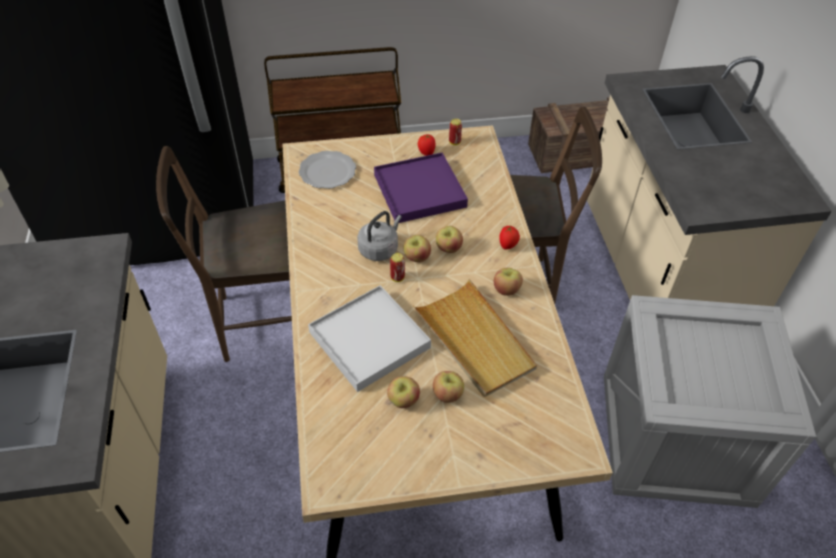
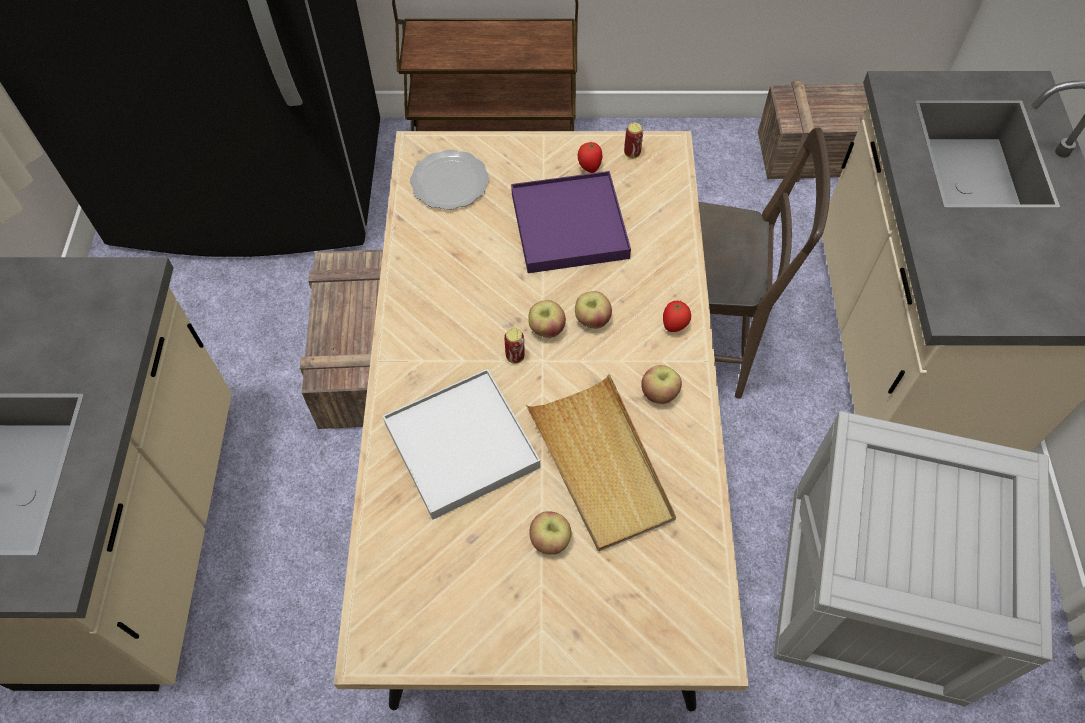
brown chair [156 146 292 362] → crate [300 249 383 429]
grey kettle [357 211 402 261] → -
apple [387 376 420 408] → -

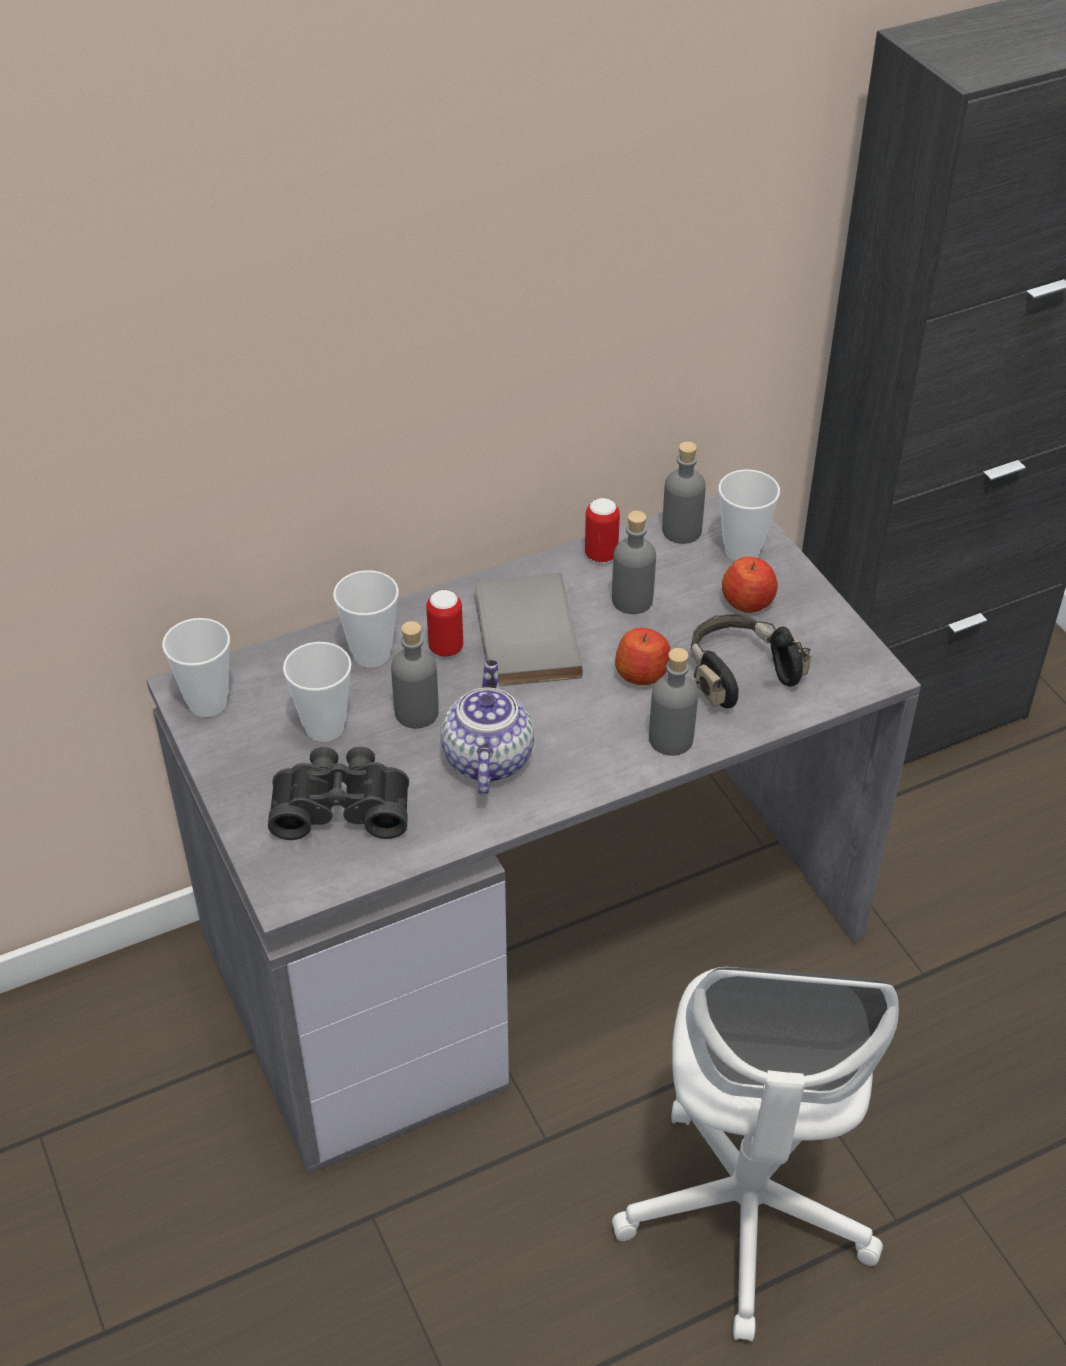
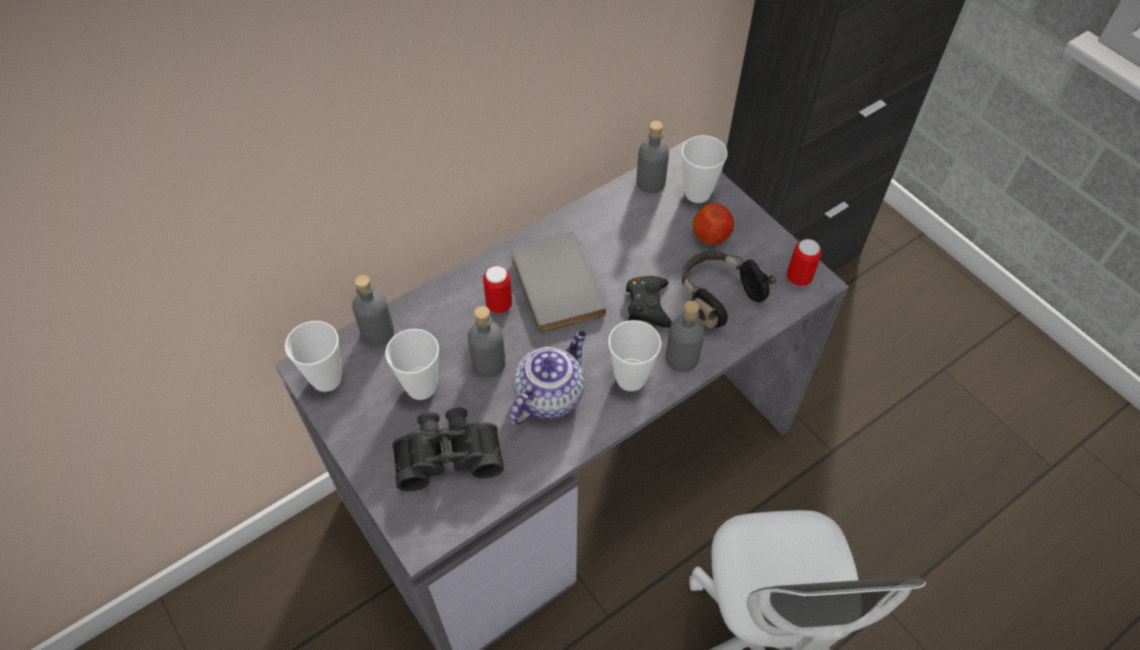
cup [333 570 399 668] → cup [608 320 661 391], relocated
teapot [441 660 534 795] → teapot [509 330 587 425], 45 degrees clockwise
can [585 498 620 563] → can [787 239 822 287], relocated
grey bottle [612 511 656 614] → grey bottle [352 275 394 346], relocated
apple [615 628 671 685] → black game controller [626 276 672 328]

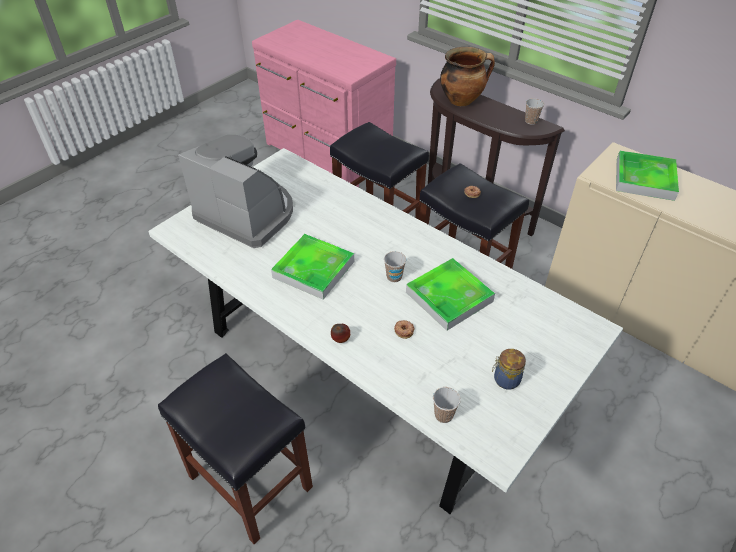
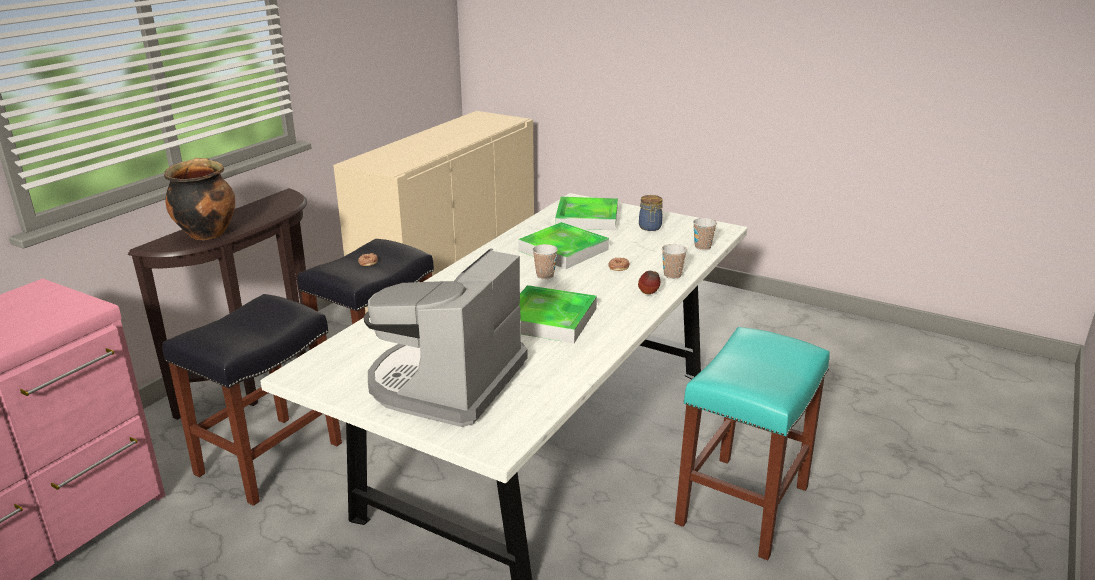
black stool [158 353 313 544] → turquoise stool [675 327 830 560]
cup [525 99 544 125] → cup [662 244 687 279], relocated
tray [616 151 679 201] → tray [555 197 618 230], relocated

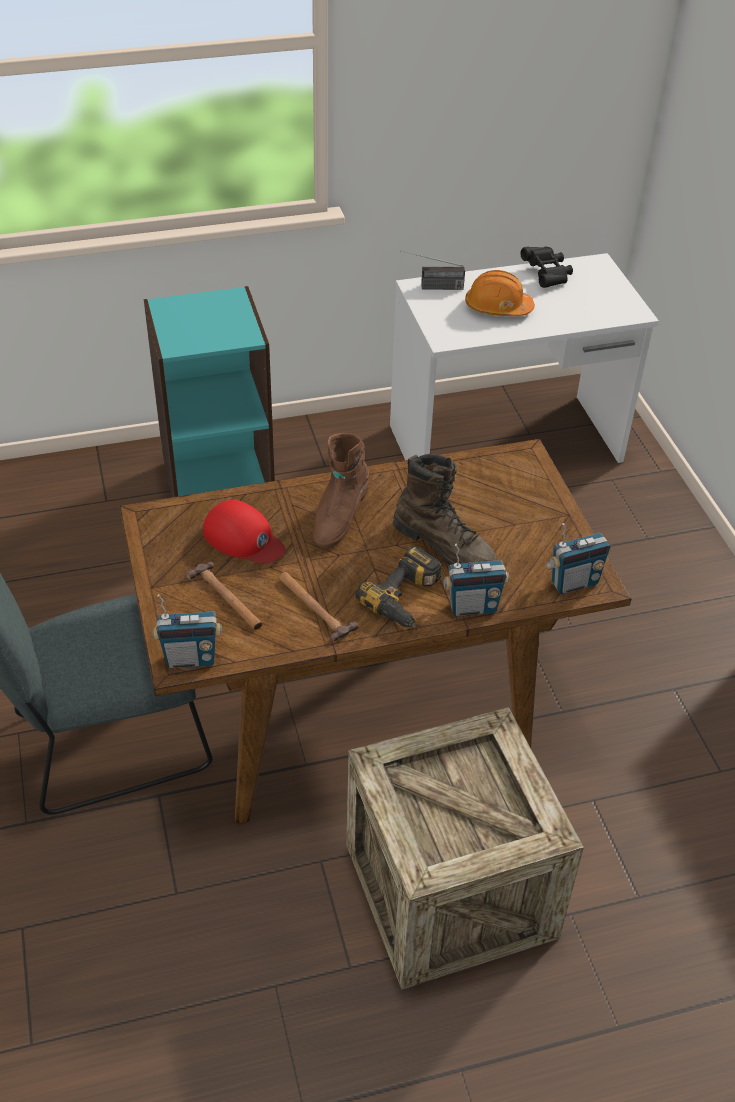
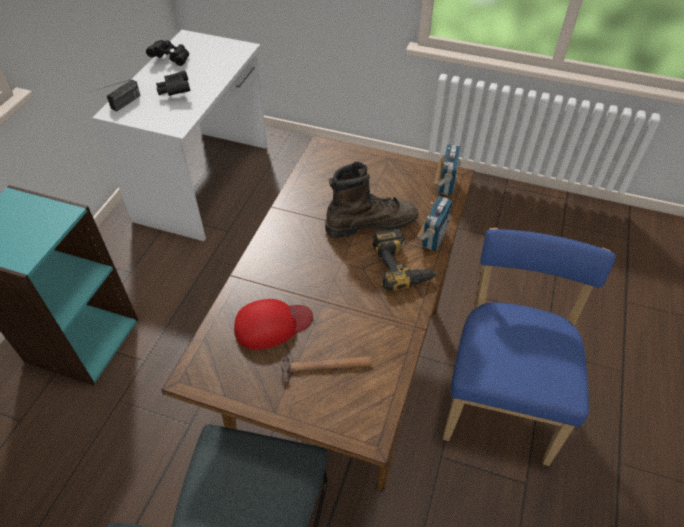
radio [152 594 222 668] → -
hammer [279 572 358 641] → -
brown boot [313 433 369 549] → -
crate [346 707 584 990] → blue chair [443 228 616 466]
orange hard hat [465 270 535 316] → black binoculars [156 70 190 96]

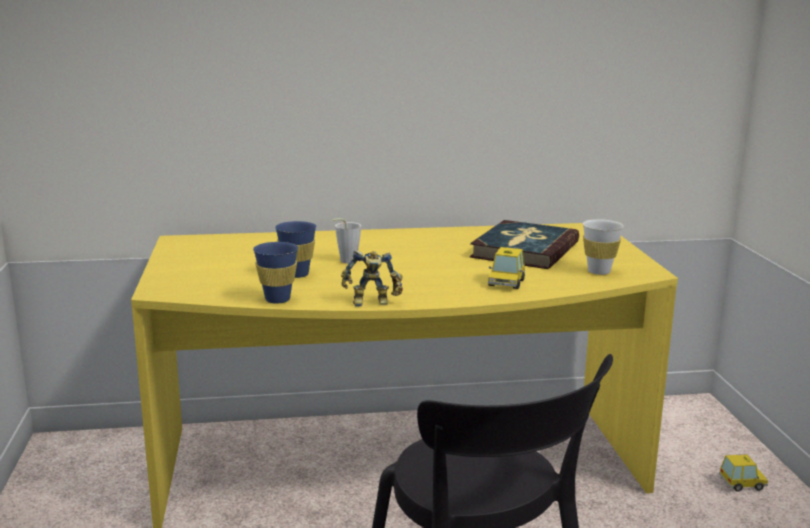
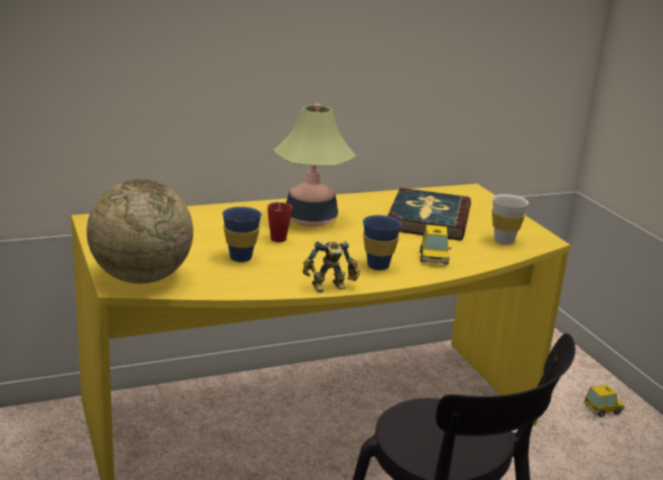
blue cup [253 242 298 304] → blue cup [363 215 402 270], relocated
grey cup [331 218 361 263] → red cup [267 201 292 242]
- → globe [87 179 193 284]
- → table lamp [274 104 356 226]

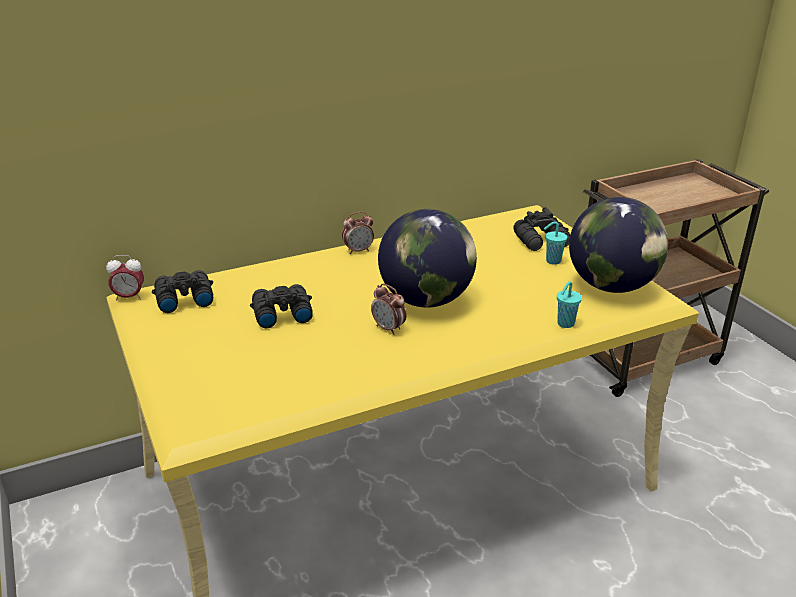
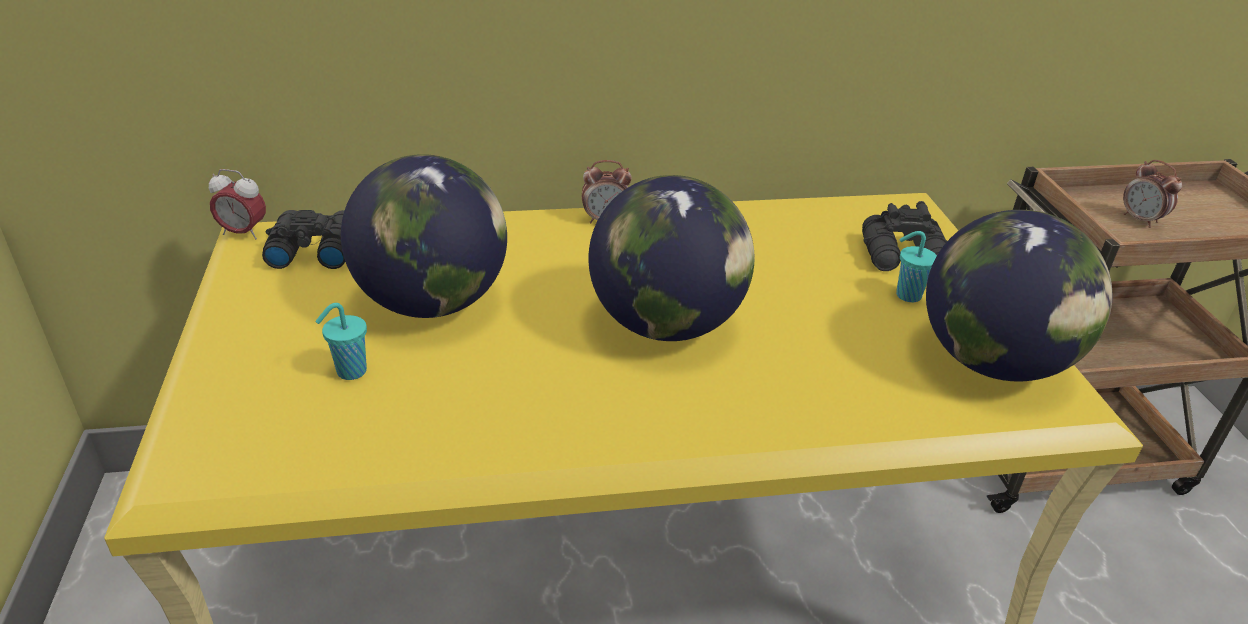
black binoculars [250 284 313 328] → globe [341 154 507 318]
alarm clock [371 284 407 335] → alarm clock [1123 160 1182 228], relocated
turquoise cup [557 281 582 328] → turquoise cup [315 303 367 380], relocated

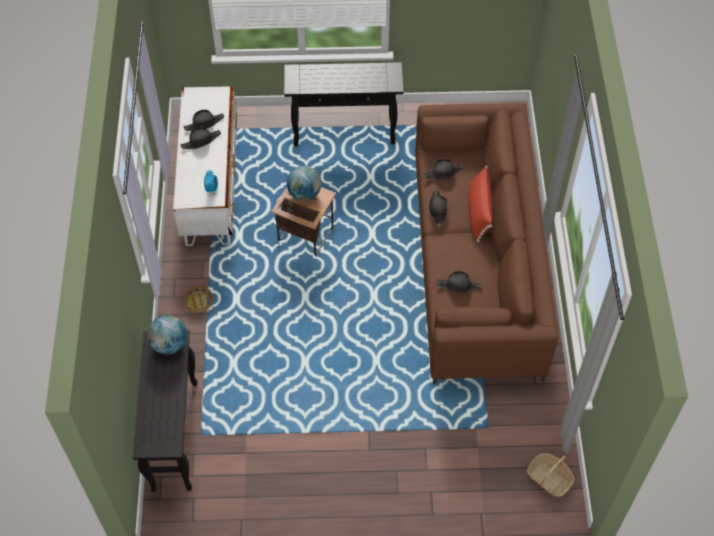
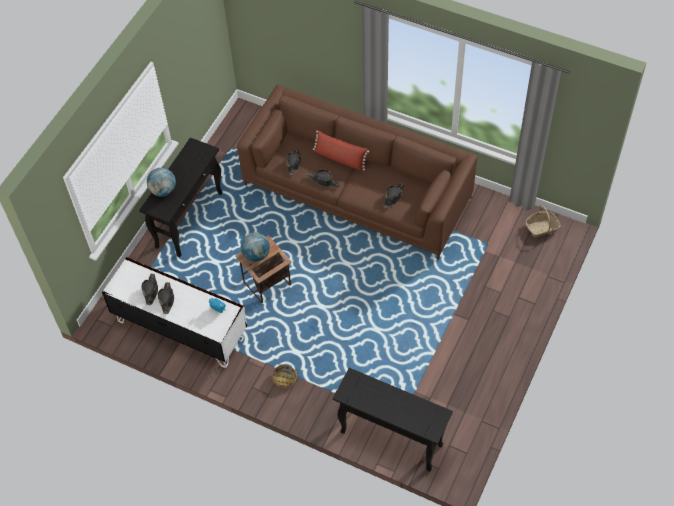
globe [147 315 187 355] → globe [147 168 176 196], relocated

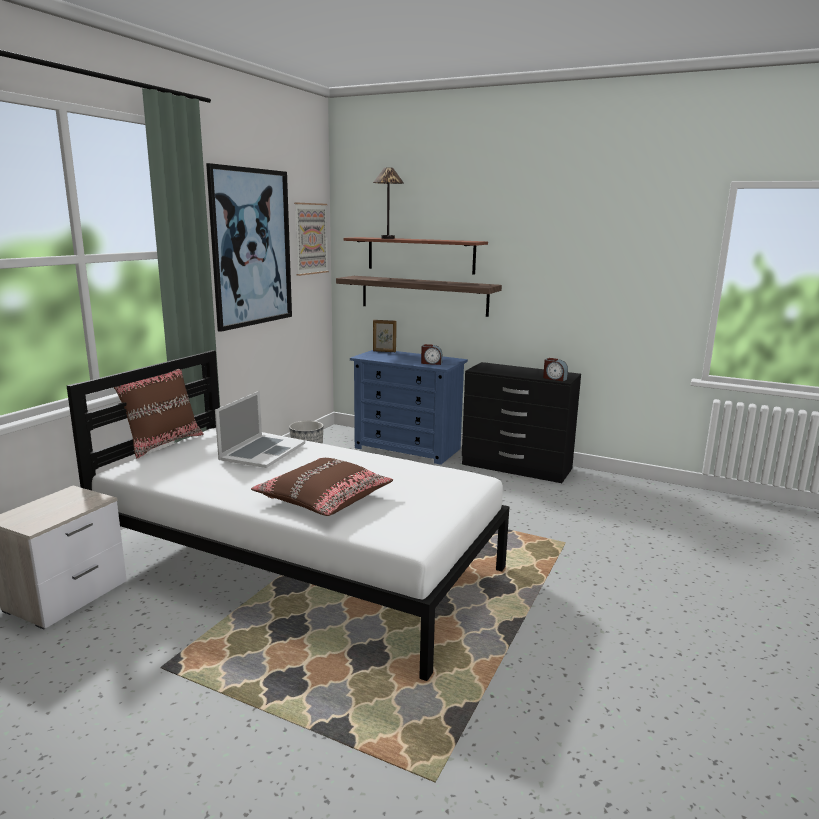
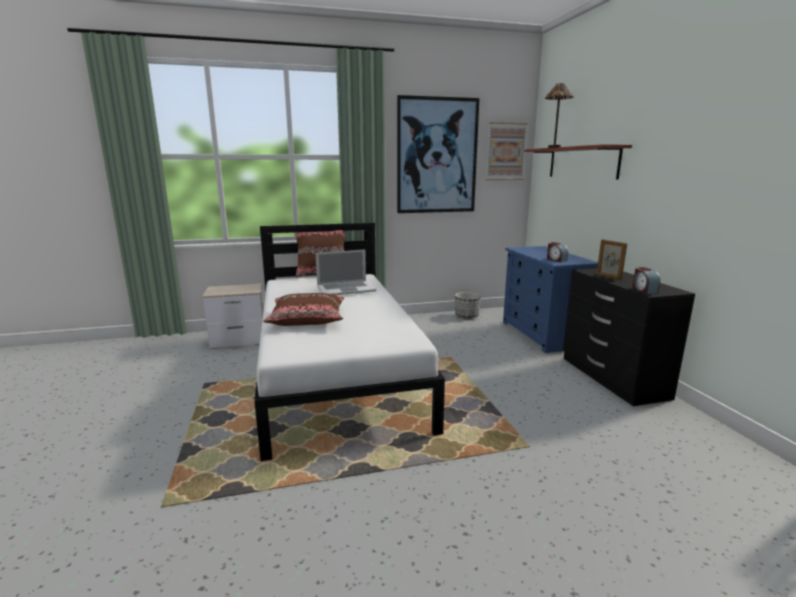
shelf [336 276 502 317] → -
picture frame [373 320 397 352] → picture frame [596 240 627 280], relocated

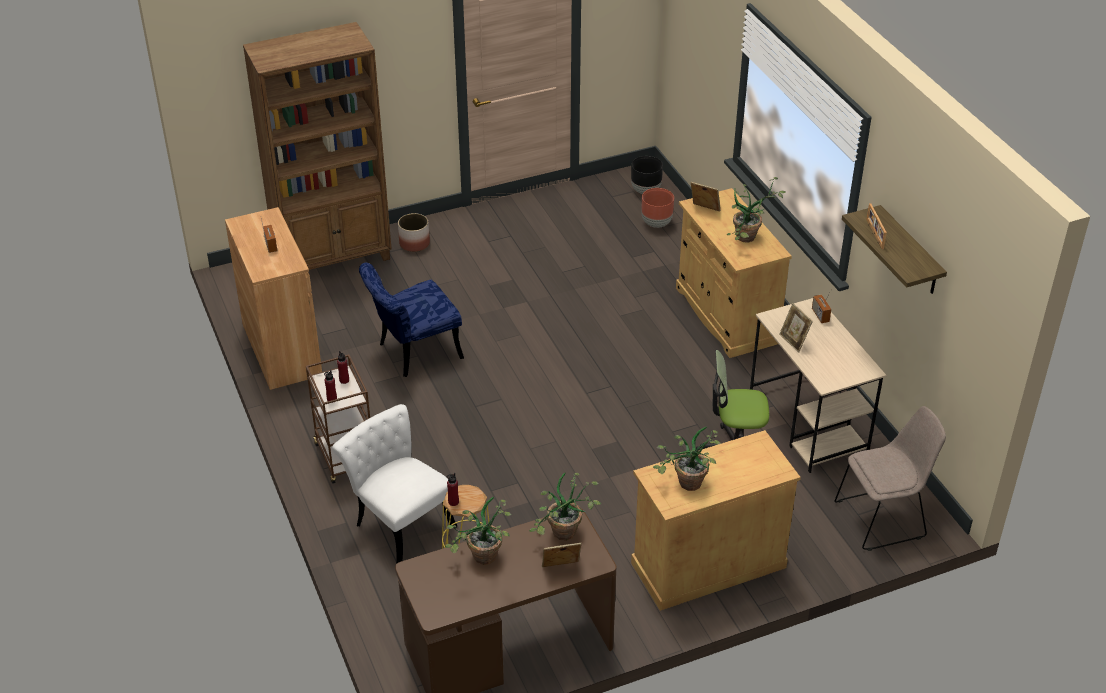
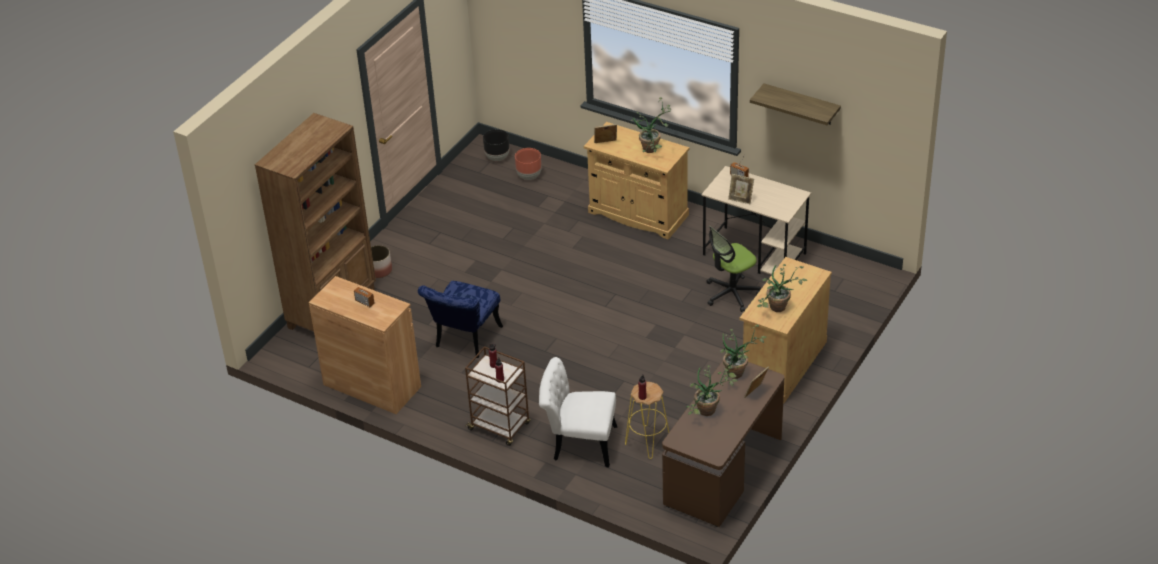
beige chair [834 406 946 551] → -
picture frame [866 203 887 249] → -

